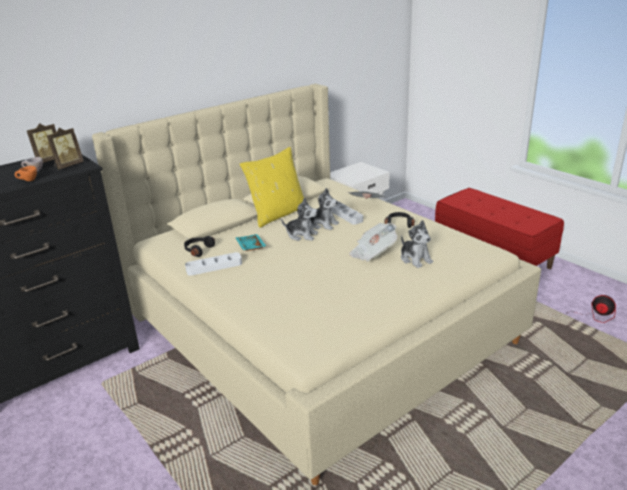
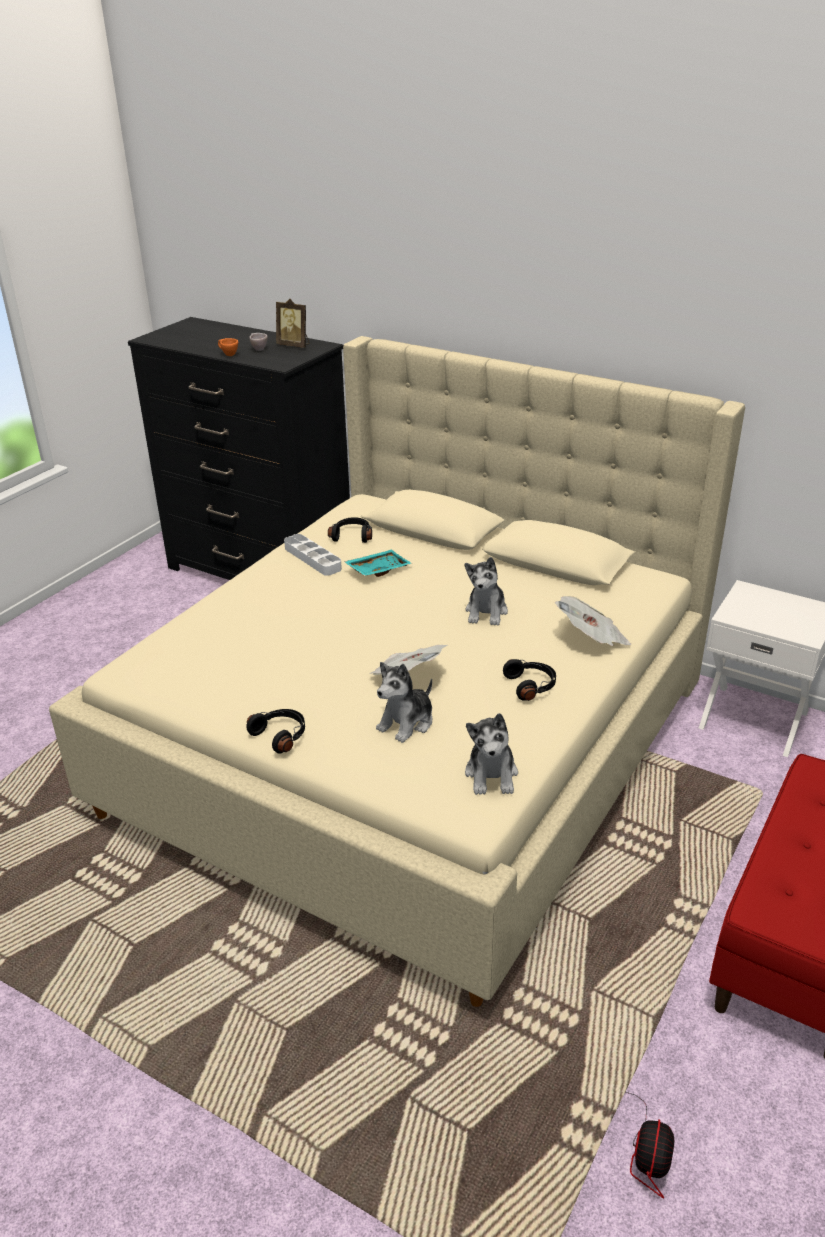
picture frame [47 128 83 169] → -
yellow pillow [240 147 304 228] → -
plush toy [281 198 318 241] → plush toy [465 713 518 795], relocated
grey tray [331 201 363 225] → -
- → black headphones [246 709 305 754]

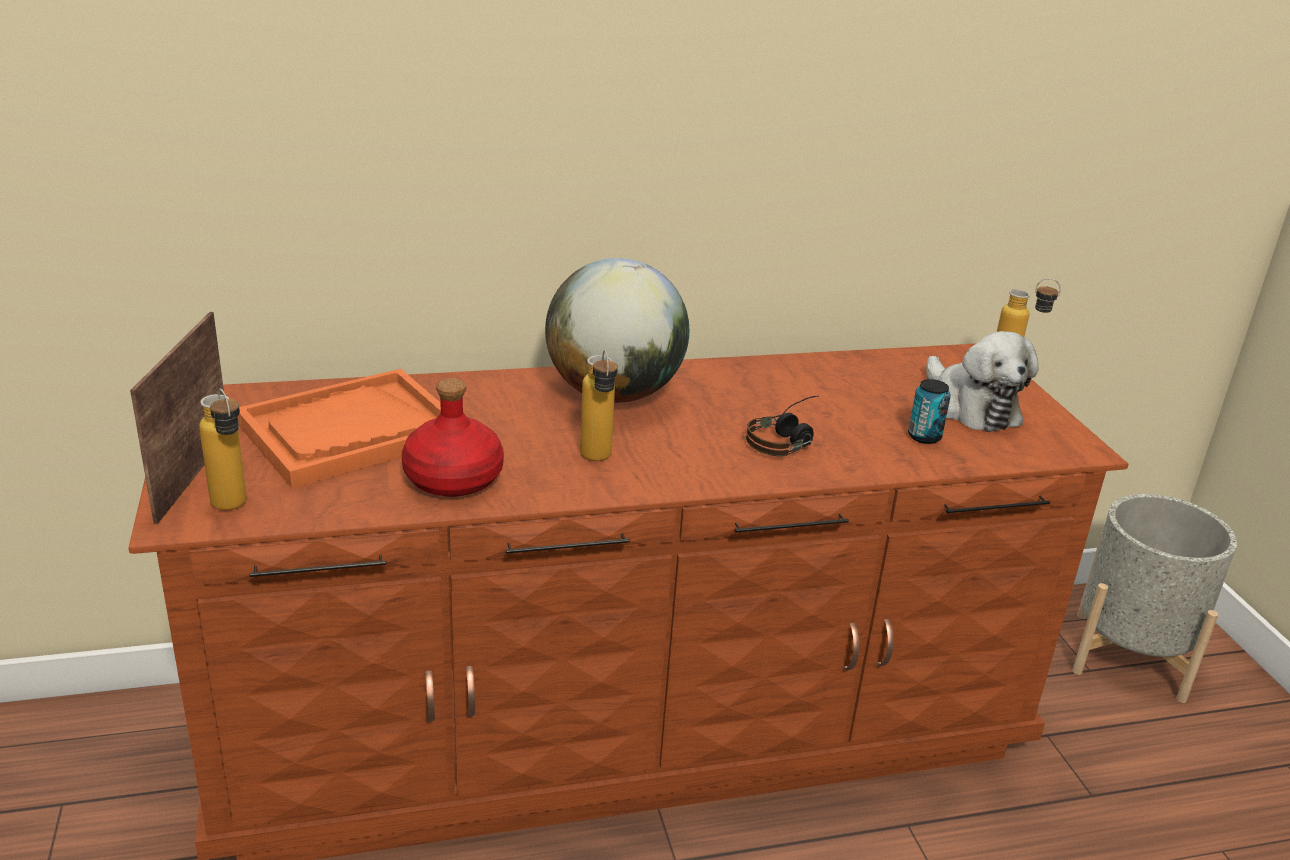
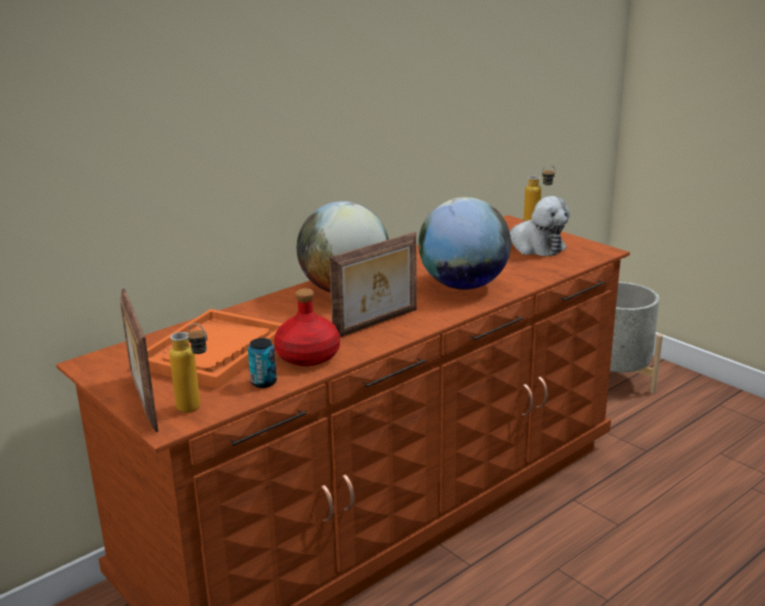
bottle [580 350 618 461] → picture frame [329 232 417 337]
headphones [746 396 819 456] → globe [418 197 511 290]
can [908 379 951 444] → can [248 338 277 388], relocated

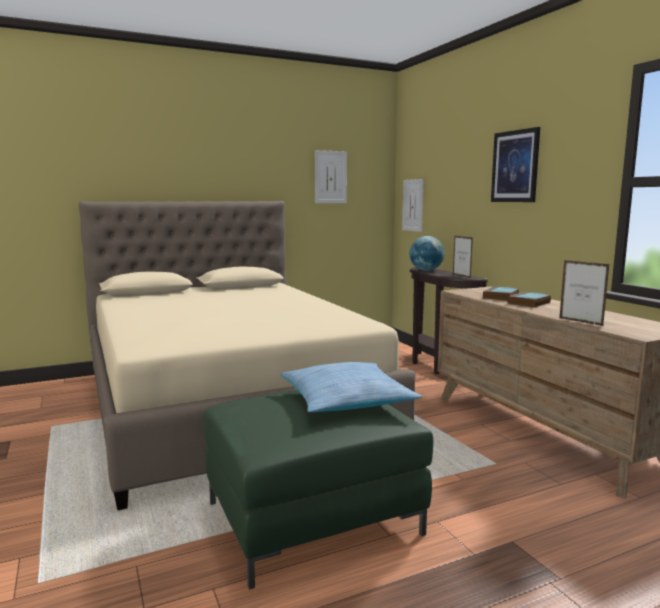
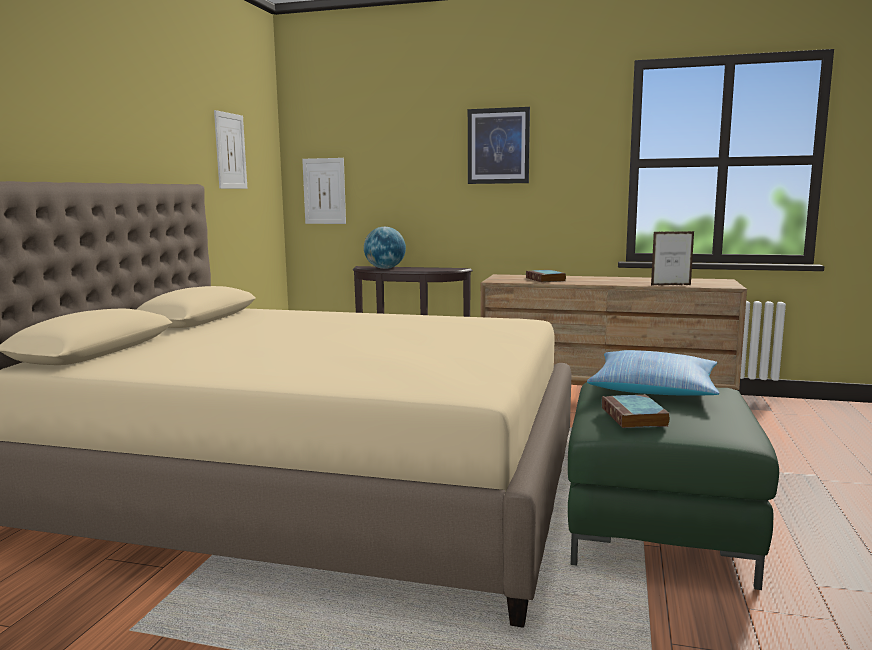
picture frame [453 236 473 278] → -
book [507 292 551 308] → book [602 395 670 428], relocated

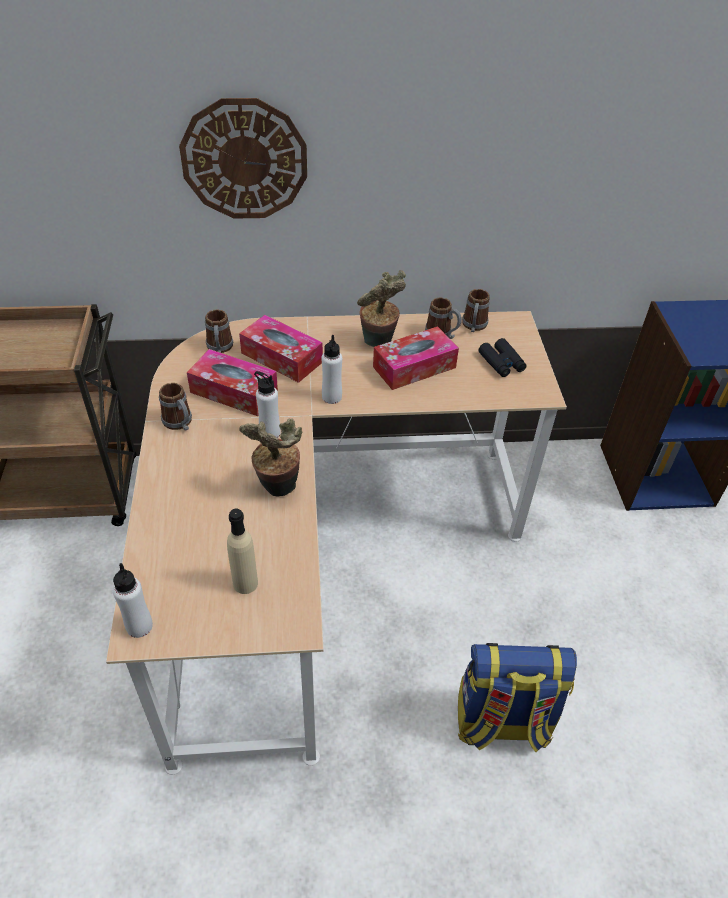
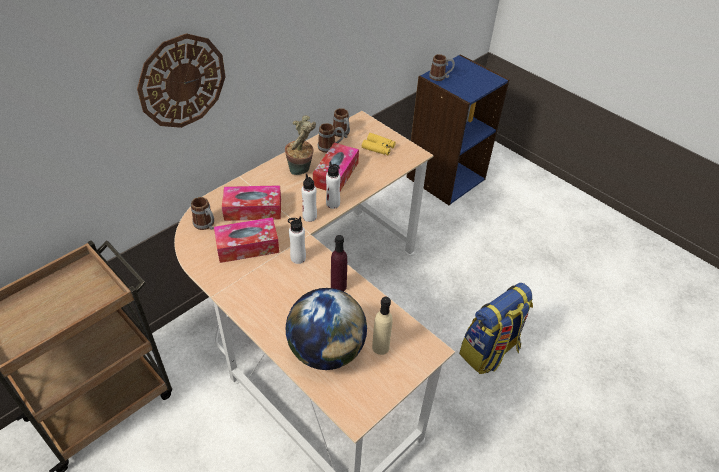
white bottle [113 563 153 638] → white bottle [326 162 341 209], relocated
mug [159 383 192 431] → mug [429 54 455 81], relocated
potted plant [239 418 303 497] → purple bottle [331 235 347 291]
black binoculars [478 338 527 377] → yellow binoculars [362 133 396 155]
- → globe [286 288 367 370]

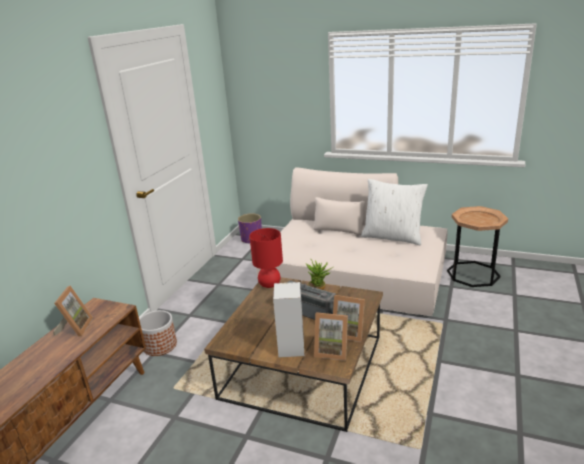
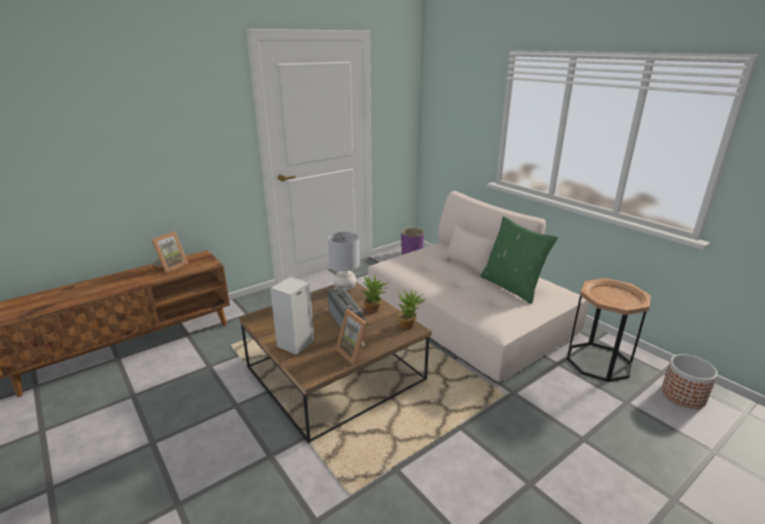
planter [139 310 177 356] → planter [662 354 718 409], relocated
red table lamp [250 228 283 288] → grey table lamp [328 232 360 291]
picture frame [314 312 348 361] → -
white pillow [361 179 428 245] → green pillow [480 216 558 304]
- → potted plant [397 290 426 329]

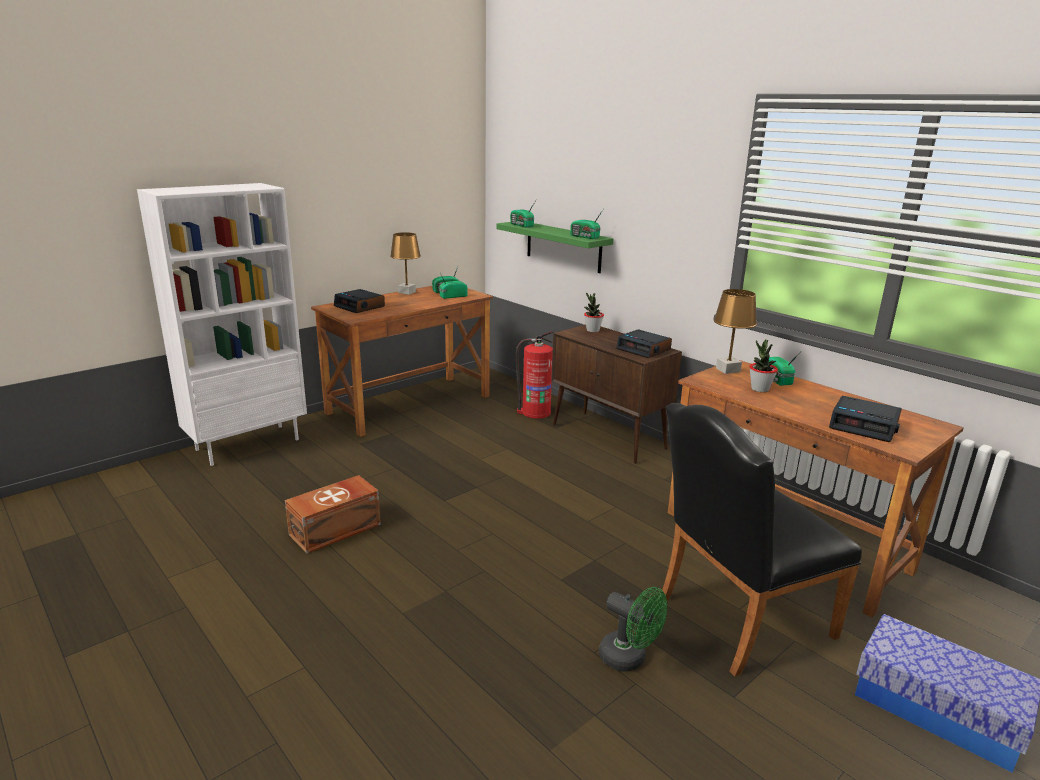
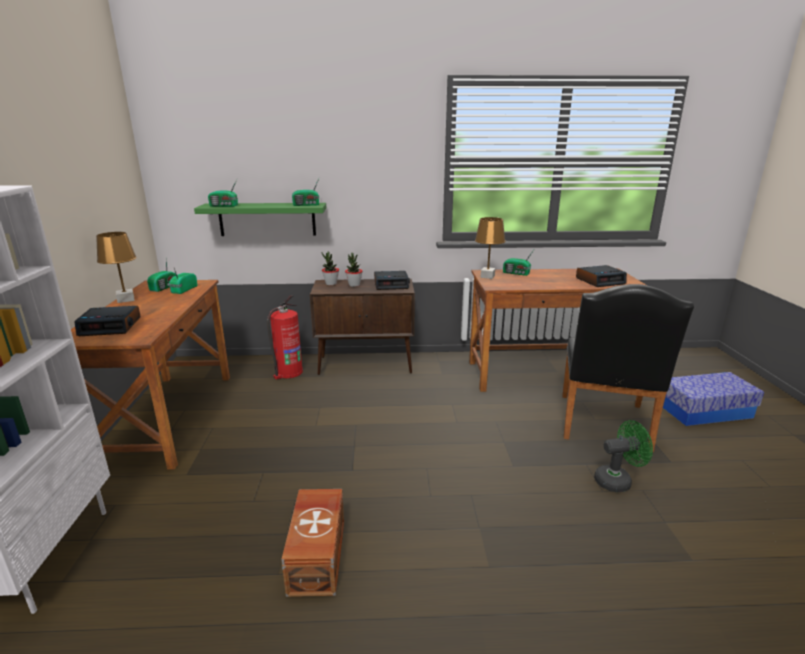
potted plant [749 340 778 392] → potted plant [345 253 363 287], relocated

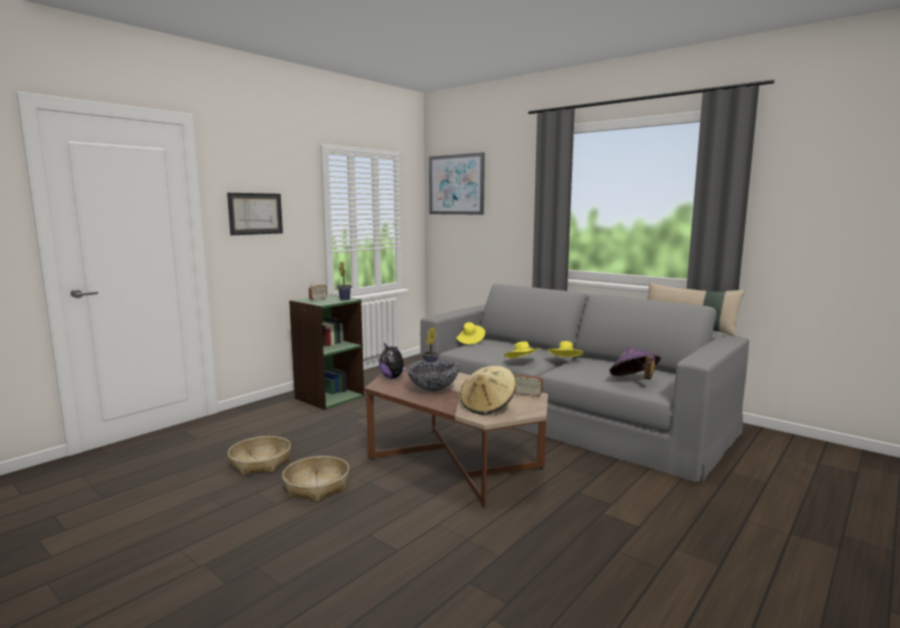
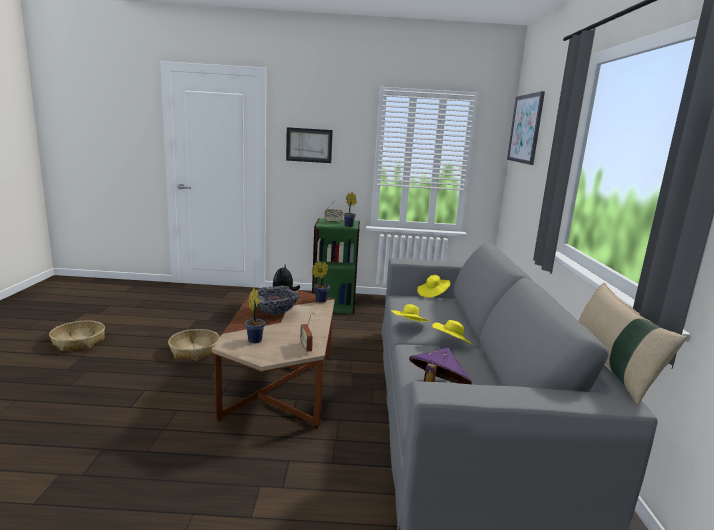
basket [228 436 291 476] → basket [49 321 105 352], relocated
beige hat [460 366 516 415] → potted plant [245 289 265 343]

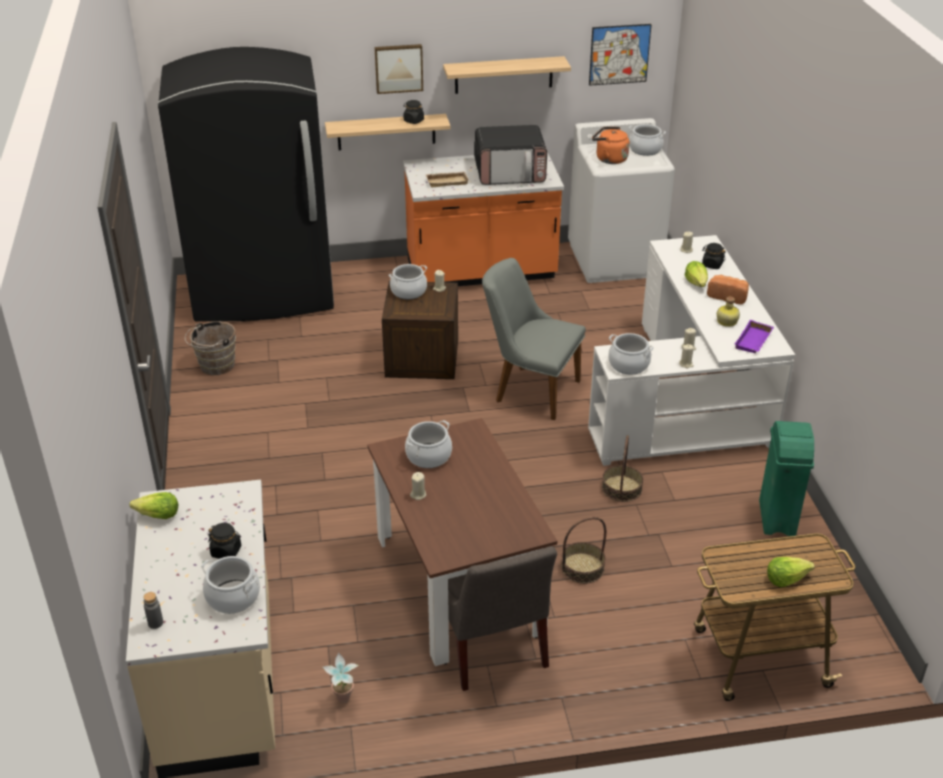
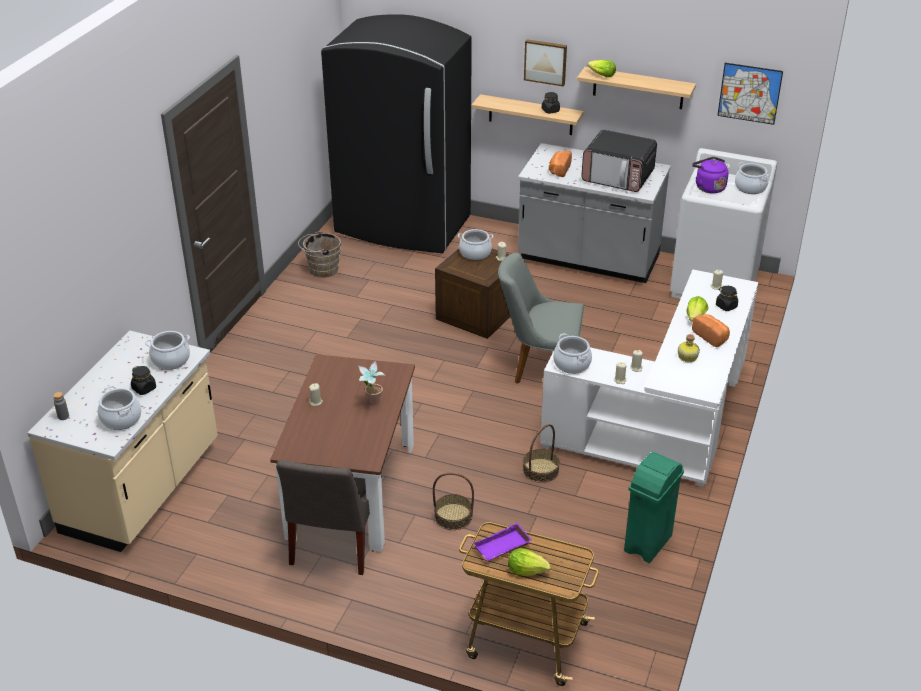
lettuce [129 492 179 519] → lettuce [587 60 616 77], relocated
potted plant [322 652 359 703] → potted plant [358 361 385 405], relocated
orange counter [403 152 564 286] → grey counter [518 143 671 283]
cooking pot [405 420 452 468] → cooking pot [145 331 190 370], relocated
beige tray [425 172 469 187] → bread [549 151 572 177]
grey chair [482 258 586 420] → grey chair [498 253 584 383], 45 degrees counterclockwise
orange kettle [592 127 630 164] → purple kettle [692 157 728 194]
purple tray [734 320 774 353] → purple tray [473 523 532 561], relocated

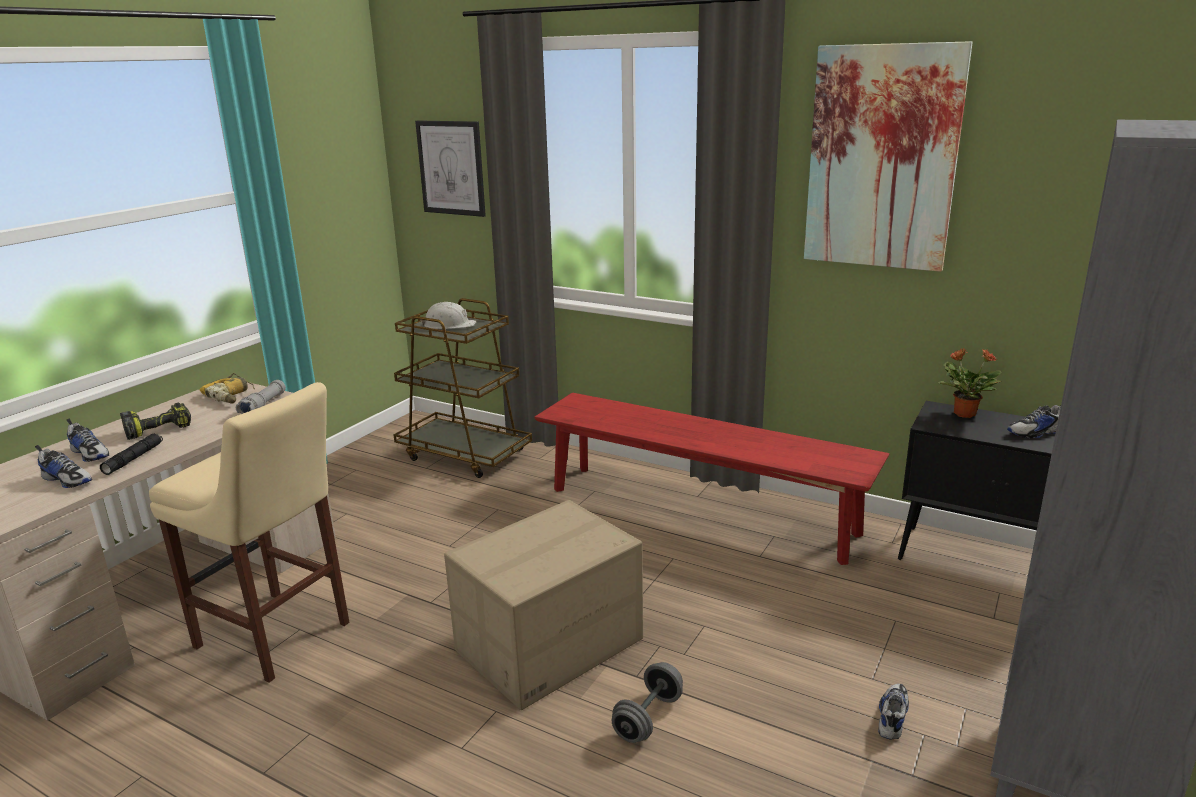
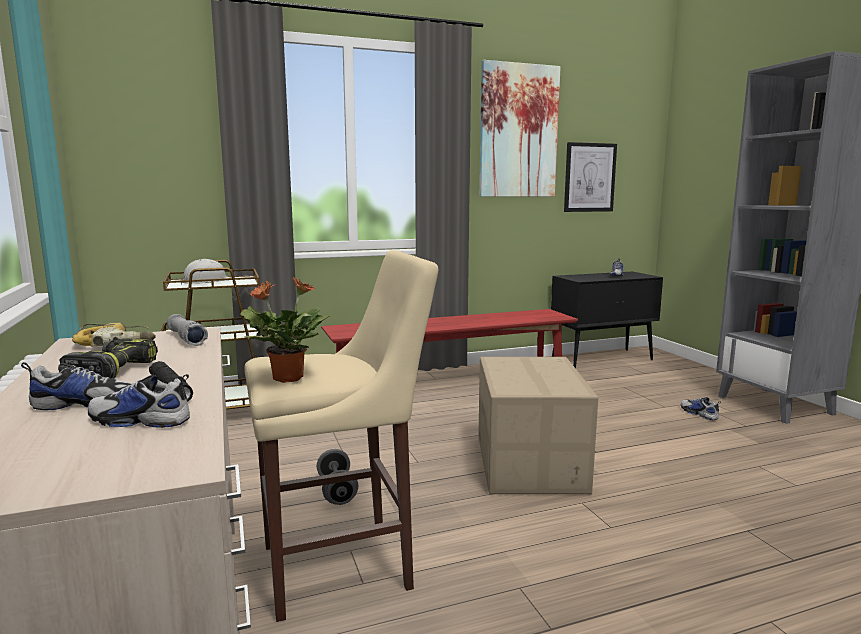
shoe [35 445 92 488] → shoe [88 374 190 428], 150 degrees counterclockwise
picture [415 120 486 217] → picture [564 142 617 212], relocated
grey dumbbell [612 662 683 743] → grey dumbbell [317 449 358 505], relocated
potted plant [939 348 1001 418] → potted plant [240 276 331 383], relocated

